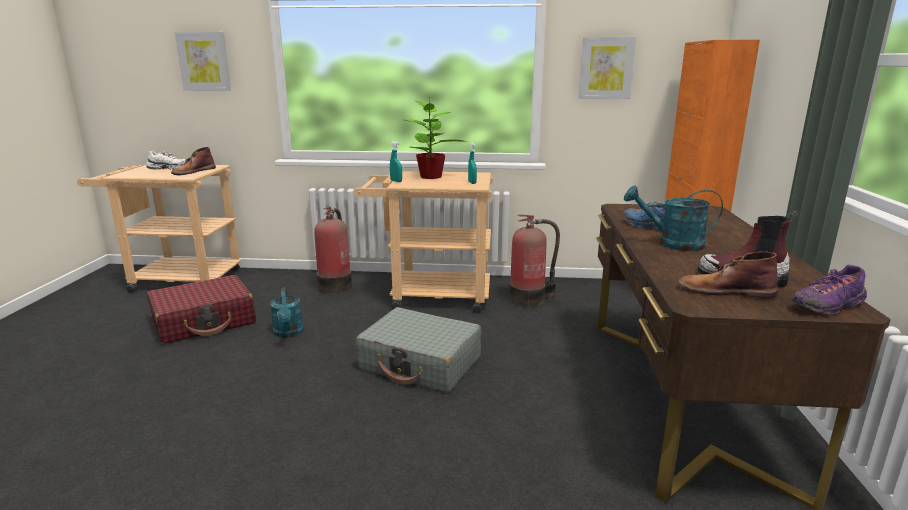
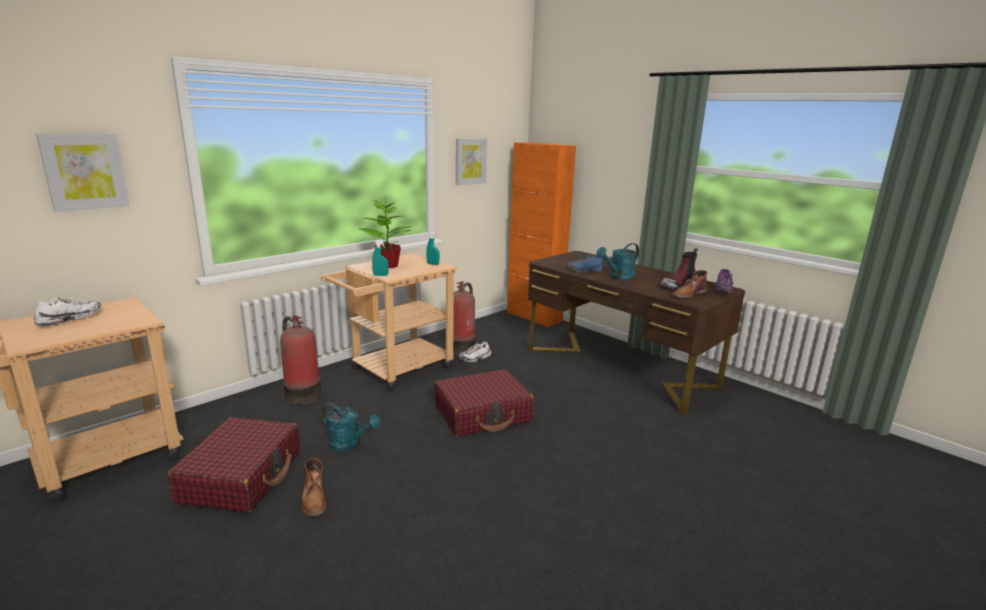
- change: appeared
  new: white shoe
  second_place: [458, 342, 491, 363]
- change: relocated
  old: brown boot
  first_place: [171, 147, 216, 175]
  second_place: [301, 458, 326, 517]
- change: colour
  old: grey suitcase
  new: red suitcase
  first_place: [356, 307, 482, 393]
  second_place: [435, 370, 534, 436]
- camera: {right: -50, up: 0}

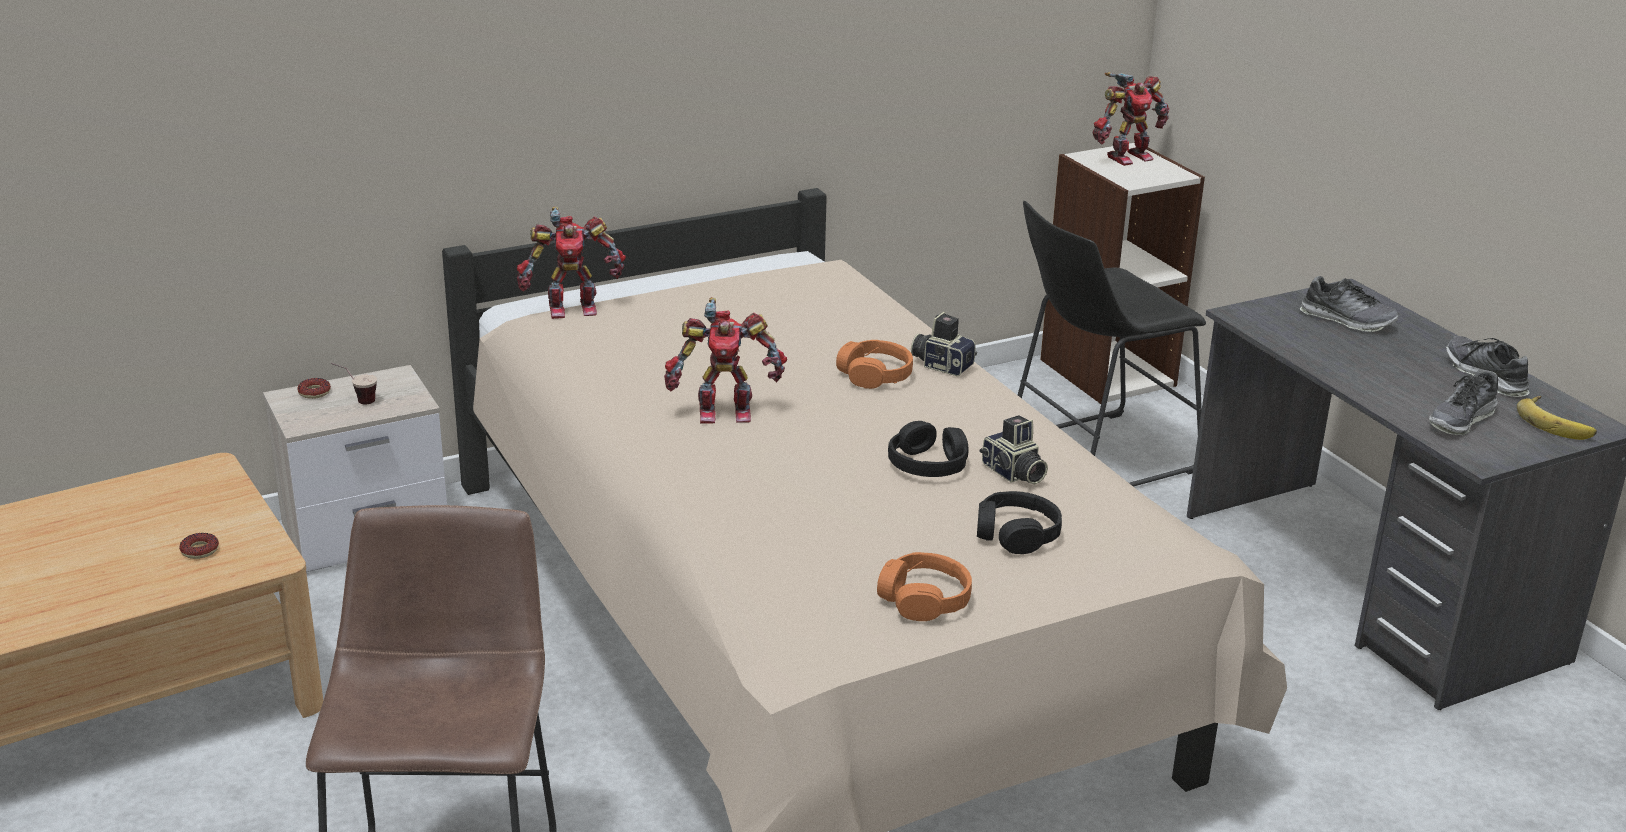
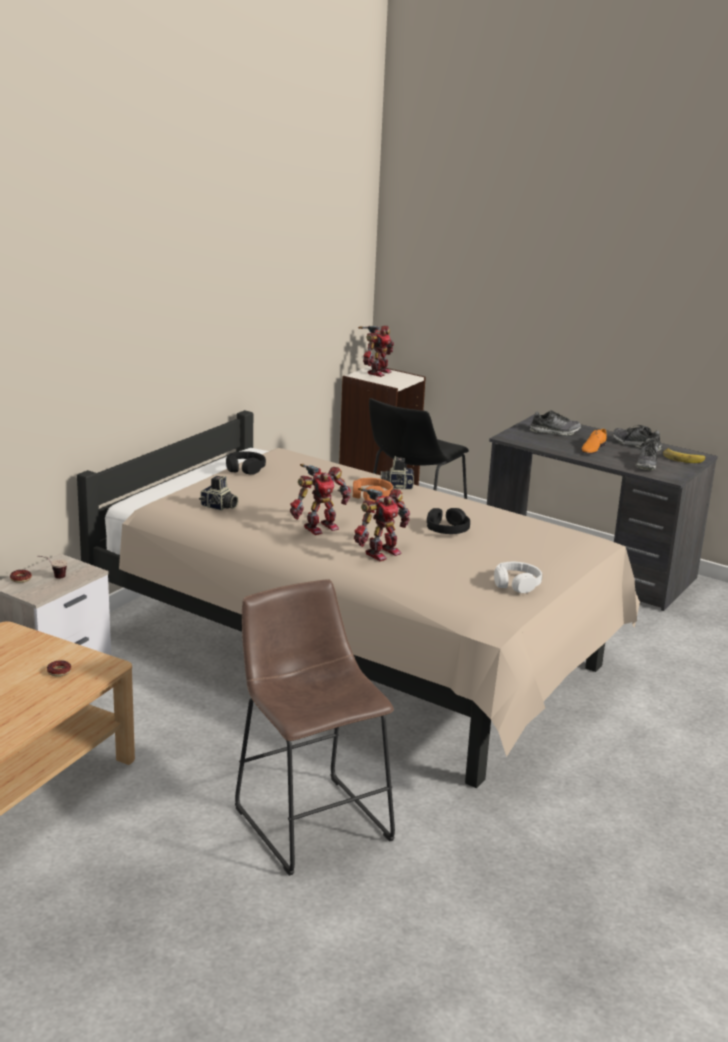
- change: appeared
  new: orange shoe
  second_place: [581, 429, 607, 454]
- change: relocated
  old: toy robot
  first_place: [517, 207, 626, 319]
  second_place: [354, 488, 410, 561]
- change: relocated
  old: black headphones
  first_place: [977, 491, 1062, 554]
  second_place: [226, 451, 266, 475]
- change: relocated
  old: photo camera
  first_place: [980, 415, 1048, 484]
  second_place: [199, 476, 238, 511]
- change: colour
  old: orange headphones
  new: white headphones
  first_place: [877, 552, 972, 621]
  second_place: [494, 562, 542, 593]
- camera: {right: -30, up: -5}

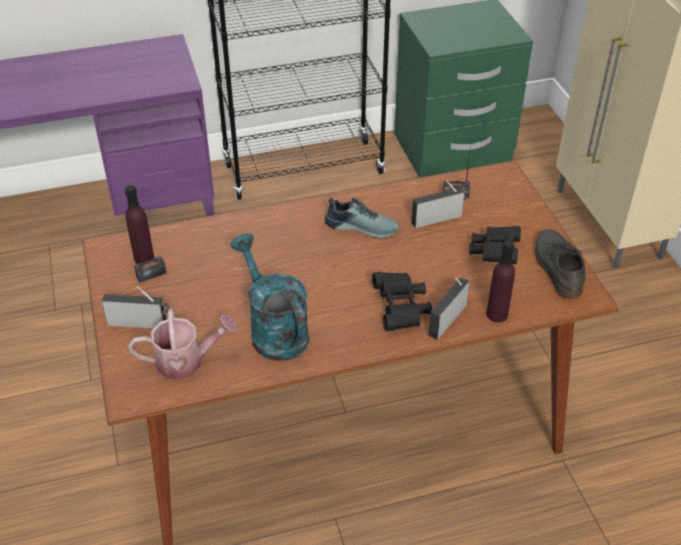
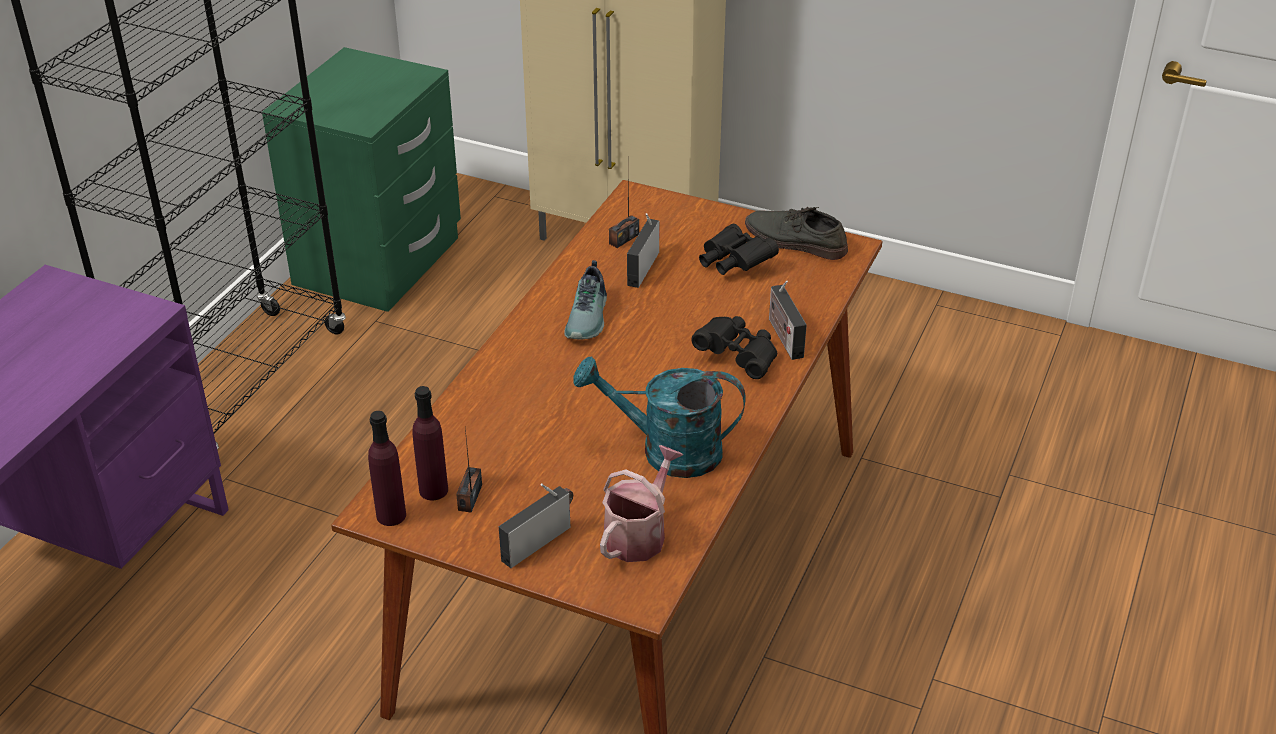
- change: relocated
  old: purple bottle
  first_place: [486, 240, 515, 323]
  second_place: [368, 411, 406, 526]
- change: spun
  old: shoe
  first_place: [325, 197, 399, 238]
  second_place: [564, 260, 607, 339]
  degrees: 135
- camera: {right: -50, up: -5}

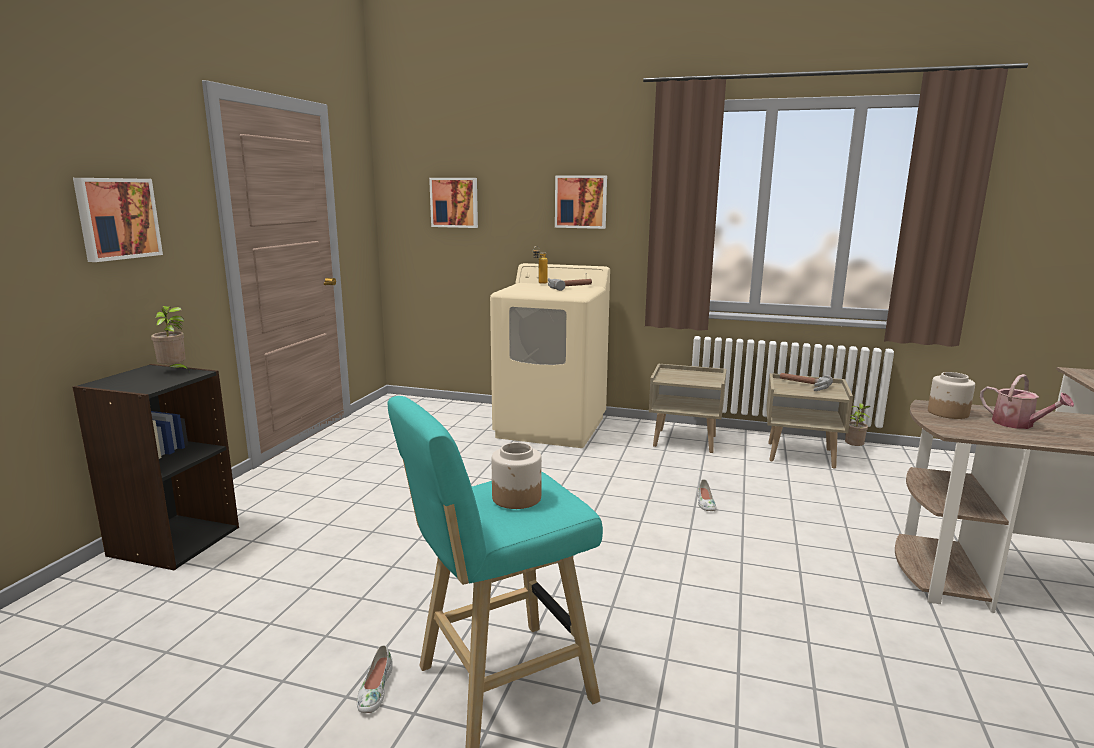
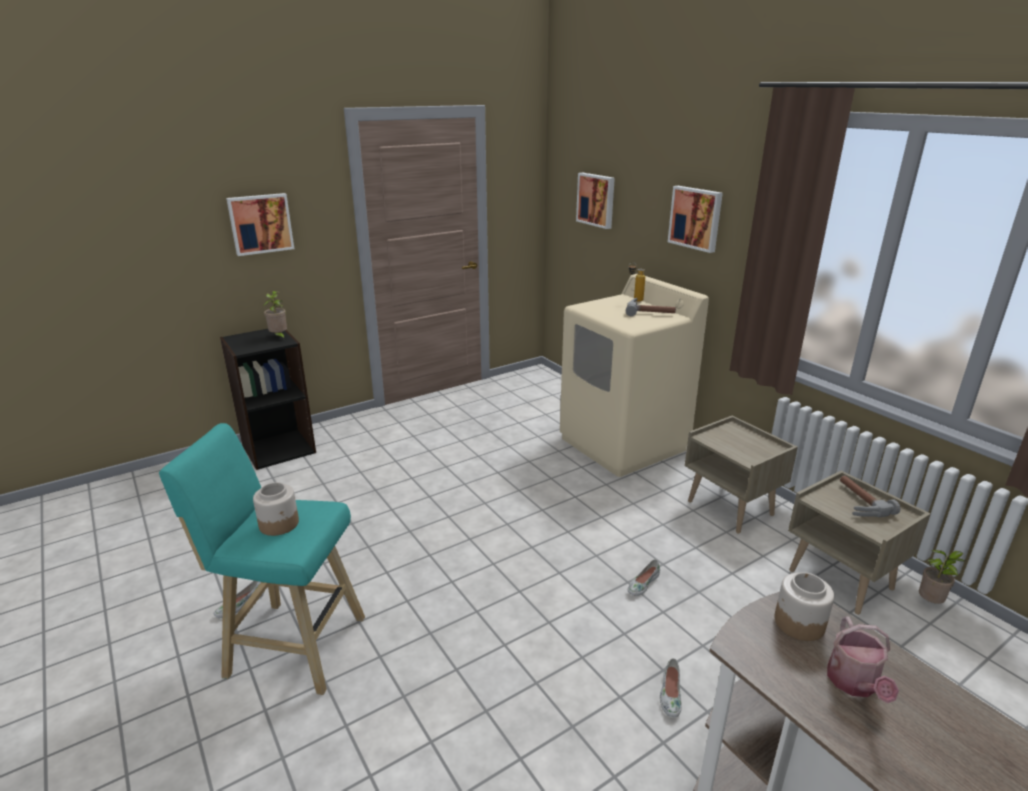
- change: appeared
  new: white shoe
  second_place: [660, 658, 682, 717]
- camera: {right: 40, up: 10}

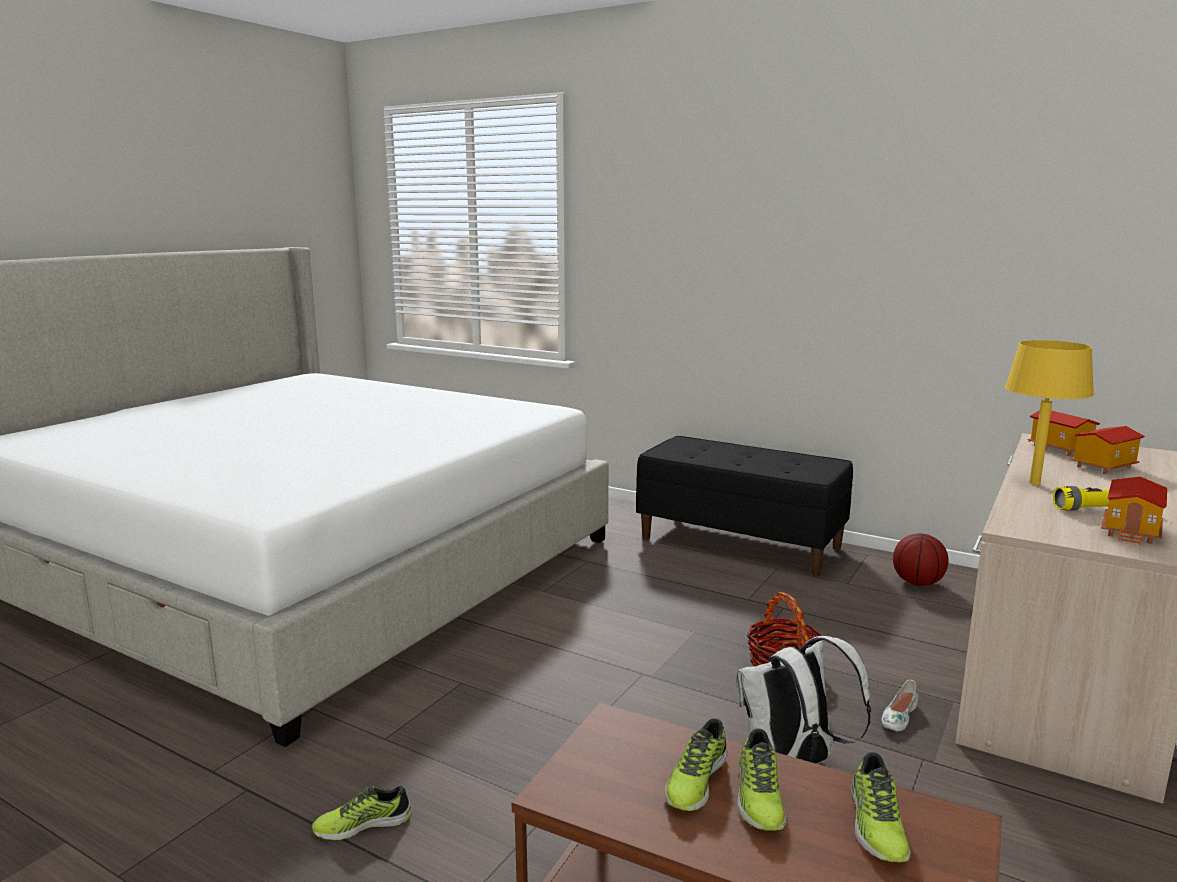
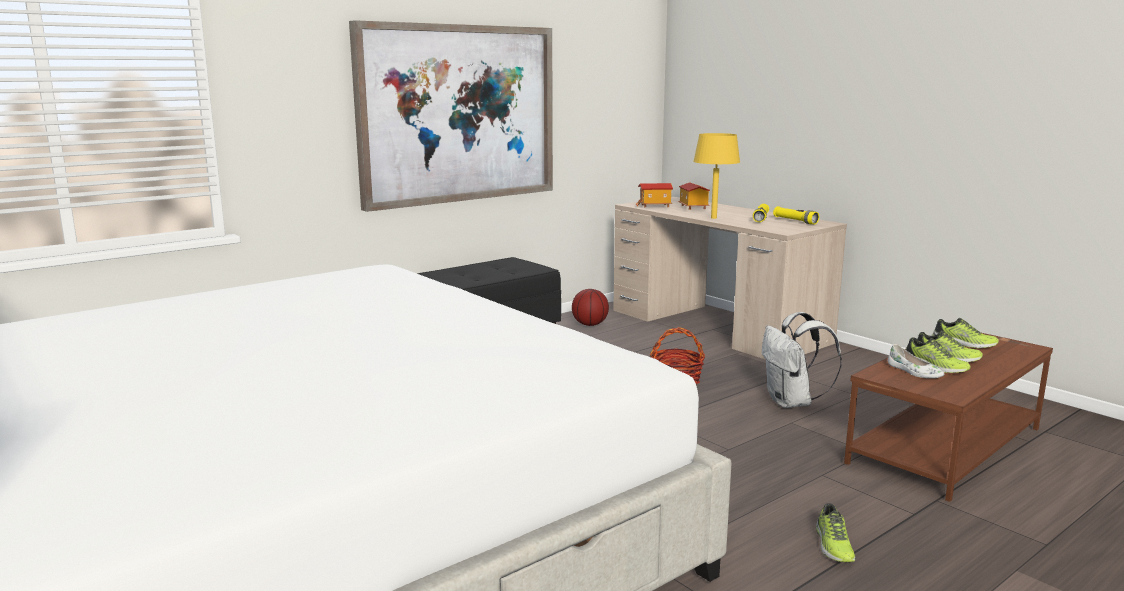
- change: appeared
  new: picture
  second_place: [349, 20, 553, 212]
- change: relocated
  old: white shoe
  first_place: [882, 680, 918, 731]
  second_place: [888, 344, 944, 378]
- change: exchanged
  old: toy house
  new: yellow flashlight
  first_place: [1101, 476, 1167, 545]
  second_place: [773, 206, 819, 224]
- camera: {right: -70, up: 0}

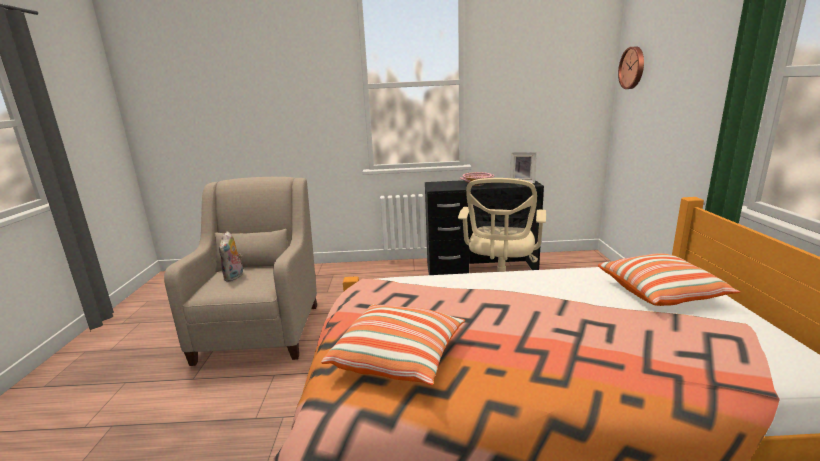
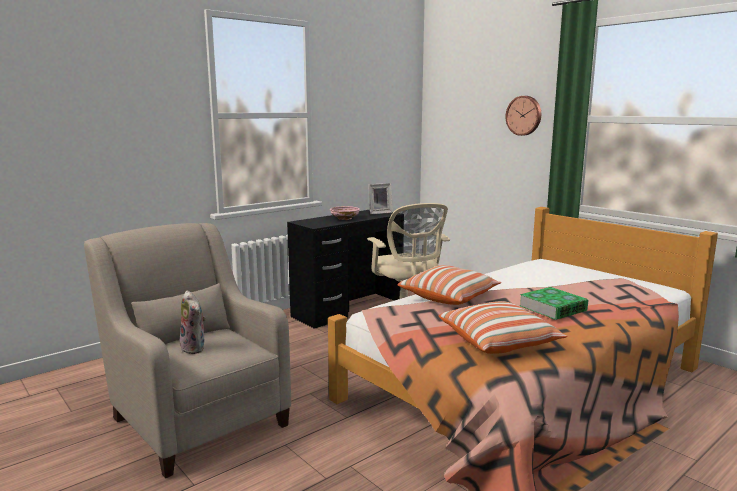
- change: appeared
  new: book
  second_place: [519, 287, 588, 320]
- change: relocated
  old: pillow
  first_place: [598, 253, 740, 306]
  second_place: [397, 265, 501, 305]
- change: relocated
  old: wall clock
  first_place: [618, 47, 644, 89]
  second_place: [505, 96, 541, 136]
- camera: {right: -40, up: -5}

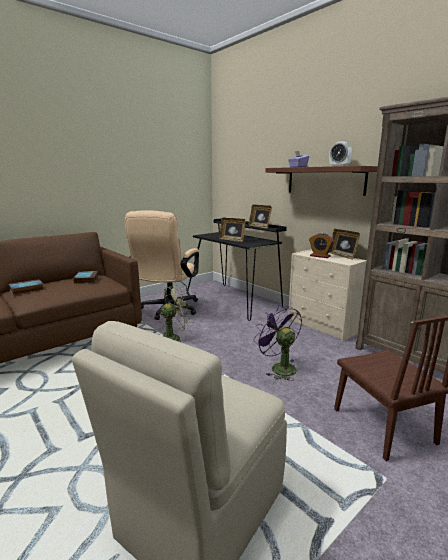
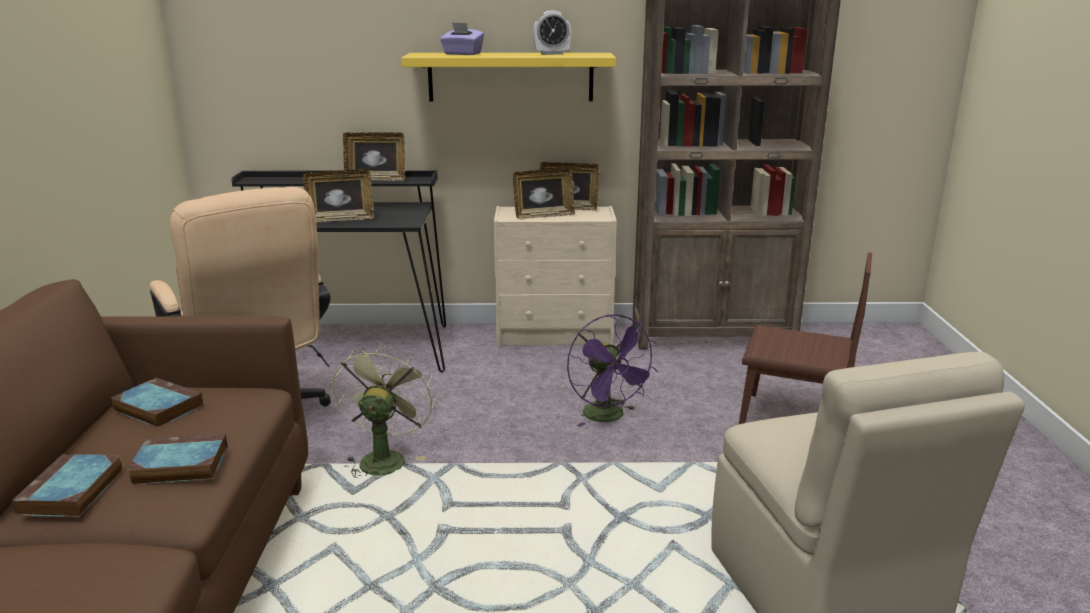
- change: appeared
  new: book
  second_place: [127, 434, 228, 485]
- change: exchanged
  old: alarm clock
  new: picture frame
  first_place: [309, 233, 334, 258]
  second_place: [513, 168, 575, 219]
- change: colour
  old: brown shelf
  new: yellow shelf
  first_place: [265, 166, 378, 196]
  second_place: [401, 53, 616, 101]
- change: spun
  old: purple fan
  first_place: [253, 305, 302, 381]
  second_place: [567, 314, 658, 427]
  degrees: -120
- camera: {right: -50, up: 5}

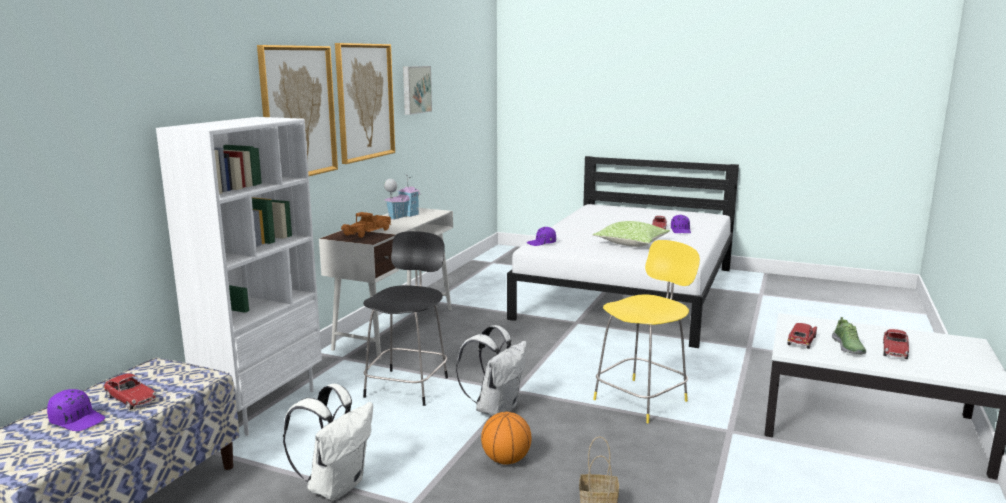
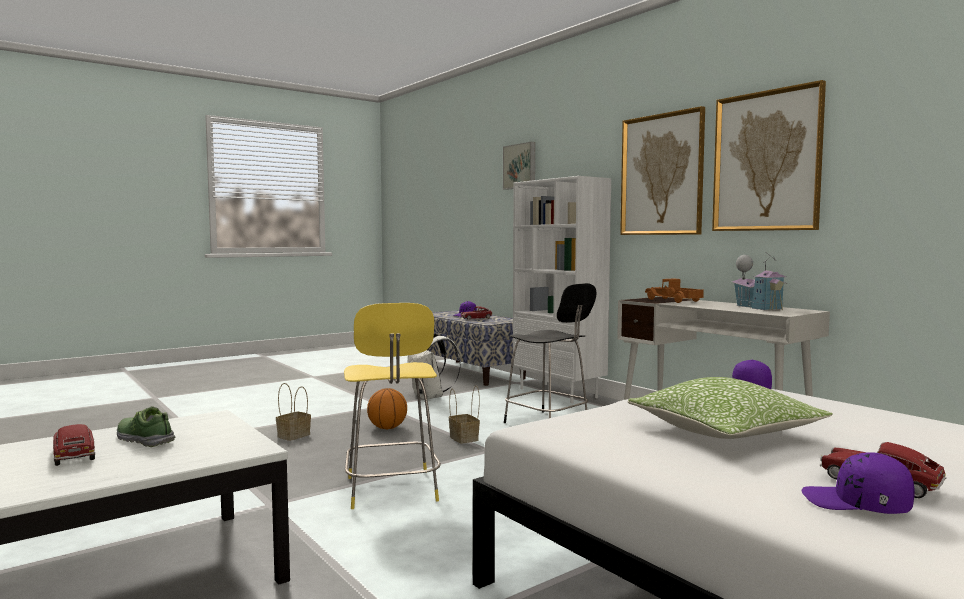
- change: missing
  old: toy car
  first_place: [787, 323, 817, 349]
- change: relocated
  old: picture
  first_place: [403, 66, 432, 115]
  second_place: [503, 142, 535, 190]
- change: exchanged
  old: white backpack
  new: basket
  first_place: [456, 325, 527, 416]
  second_place: [449, 386, 480, 444]
- camera: {right: 120, up: -10}

